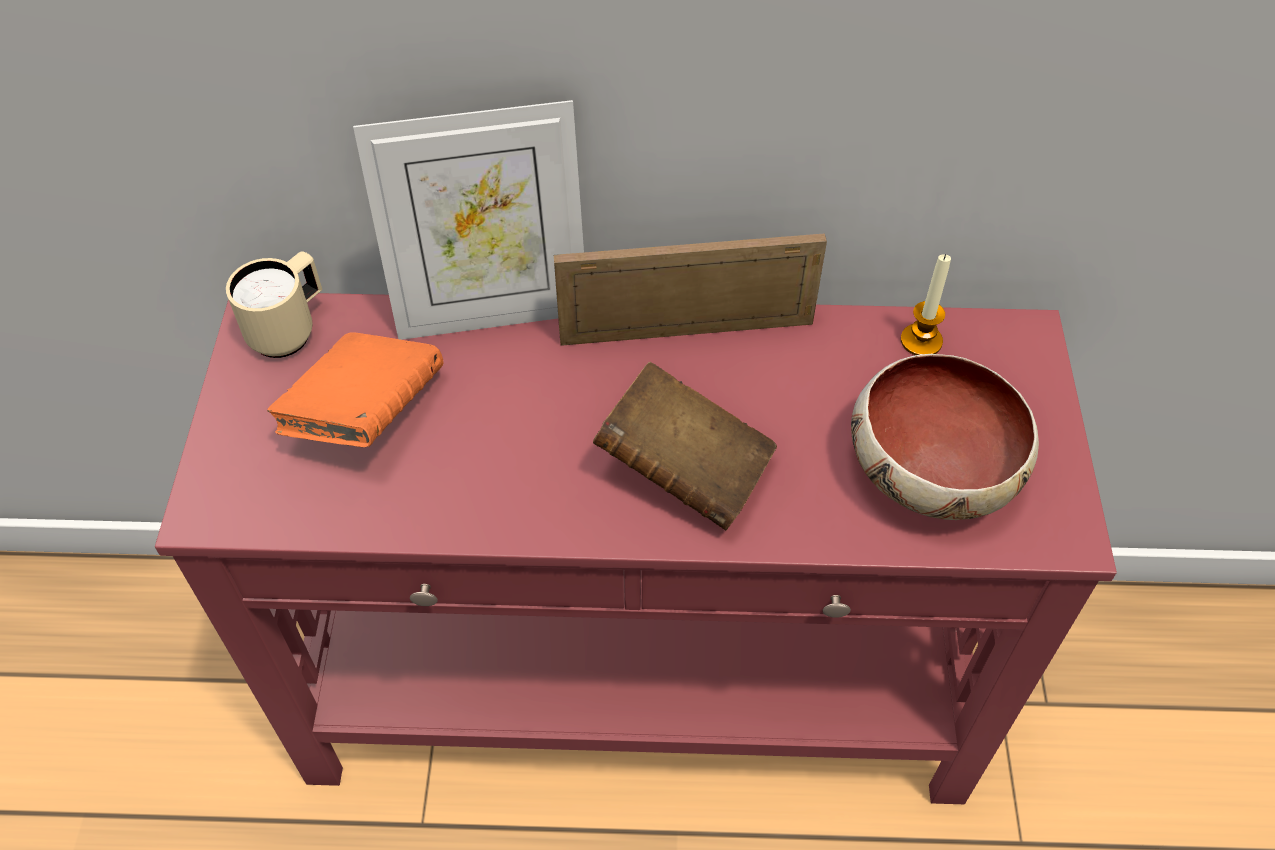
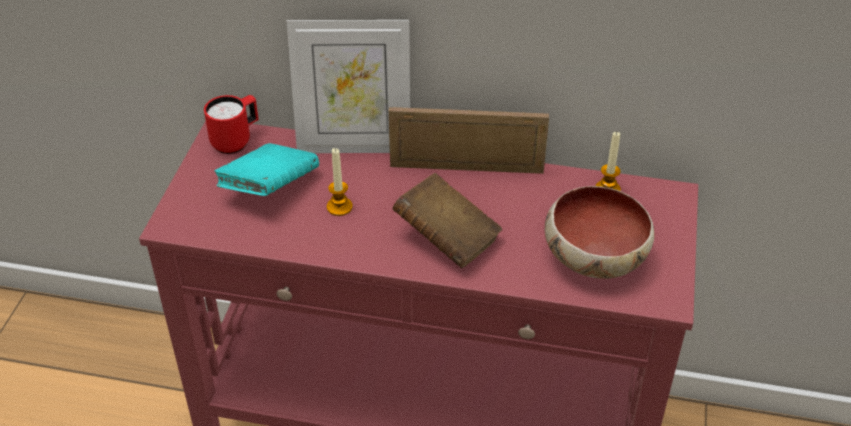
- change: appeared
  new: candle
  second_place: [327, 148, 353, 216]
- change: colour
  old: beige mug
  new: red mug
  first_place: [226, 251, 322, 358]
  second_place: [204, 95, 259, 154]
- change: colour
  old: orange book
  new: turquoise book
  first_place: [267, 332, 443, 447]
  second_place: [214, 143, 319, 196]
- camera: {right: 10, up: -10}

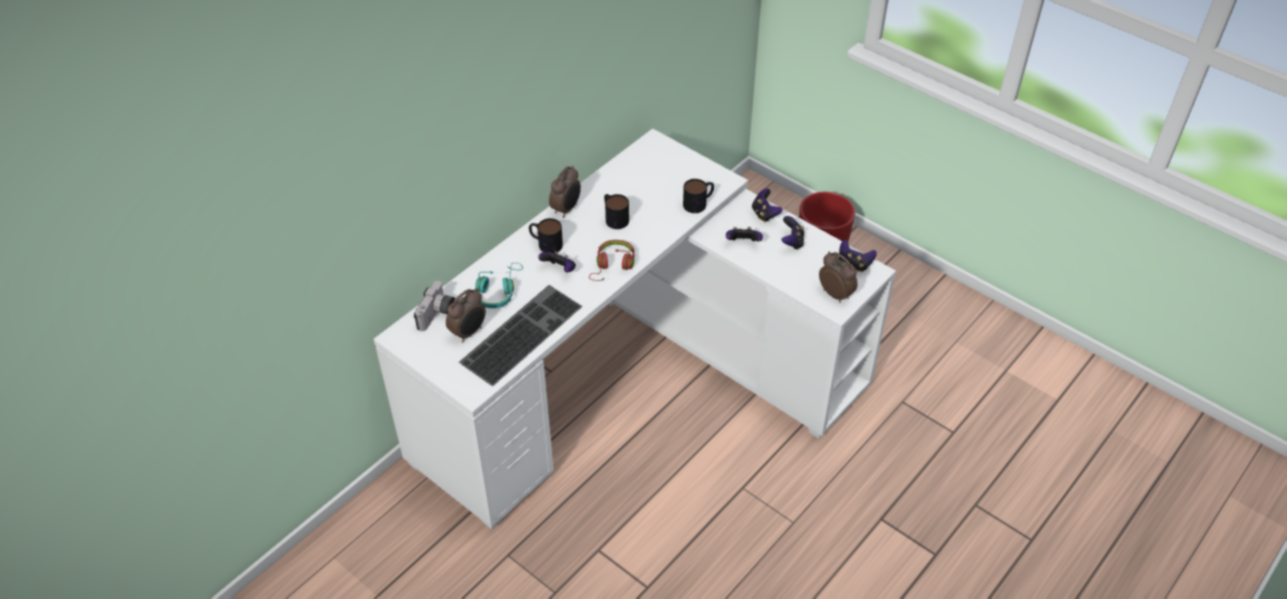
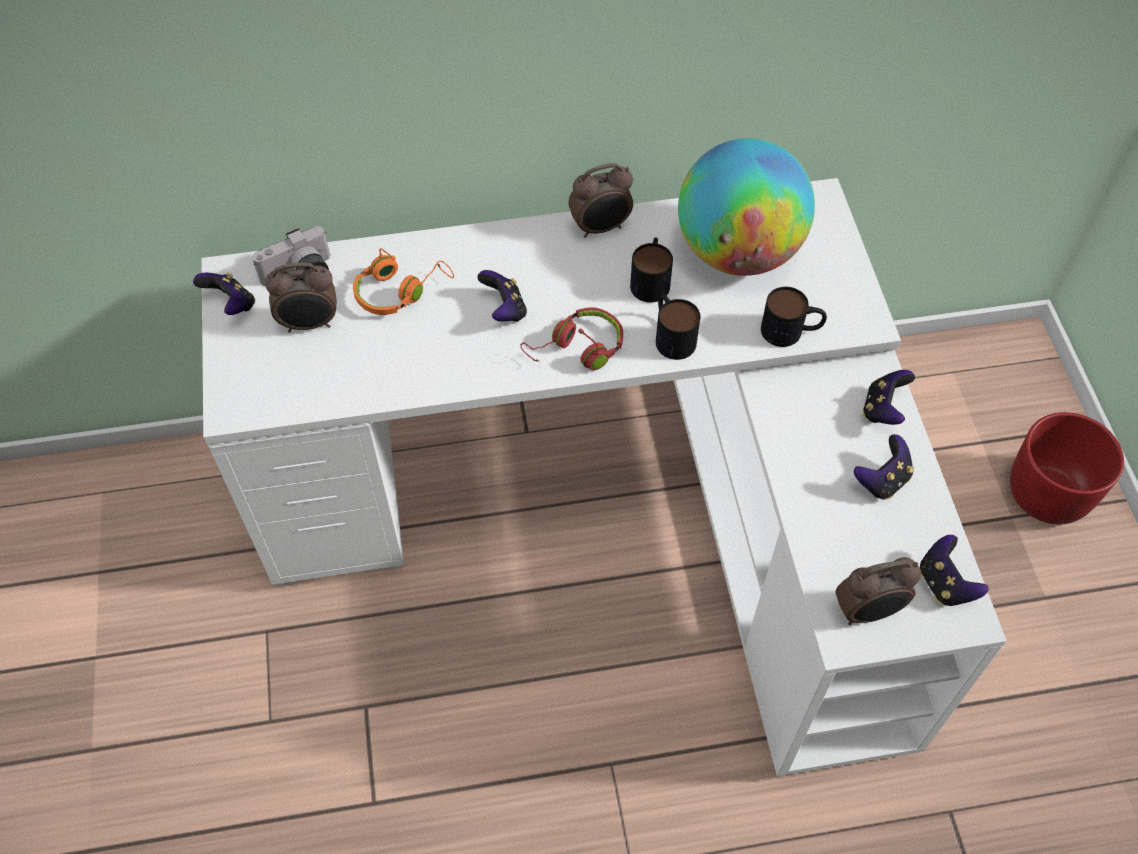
- change: missing
  old: keyboard
  first_place: [459, 285, 582, 386]
- change: appeared
  new: globe
  second_place: [678, 138, 815, 276]
- change: relocated
  old: mug
  first_place: [529, 218, 563, 253]
  second_place: [656, 294, 701, 360]
- change: relocated
  old: game controller
  first_place: [726, 227, 763, 241]
  second_place: [193, 273, 255, 315]
- change: colour
  old: turquoise headphones
  new: orange headphones
  first_place: [475, 263, 523, 308]
  second_place: [353, 248, 454, 315]
- change: spun
  old: alarm clock
  first_place: [819, 252, 858, 303]
  second_place: [836, 557, 921, 625]
  degrees: 75
- camera: {right: 40, up: 10}

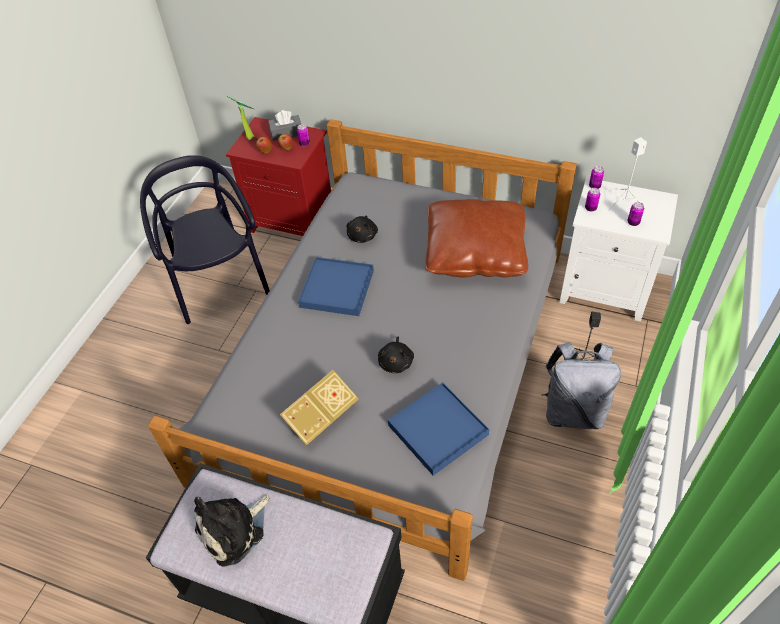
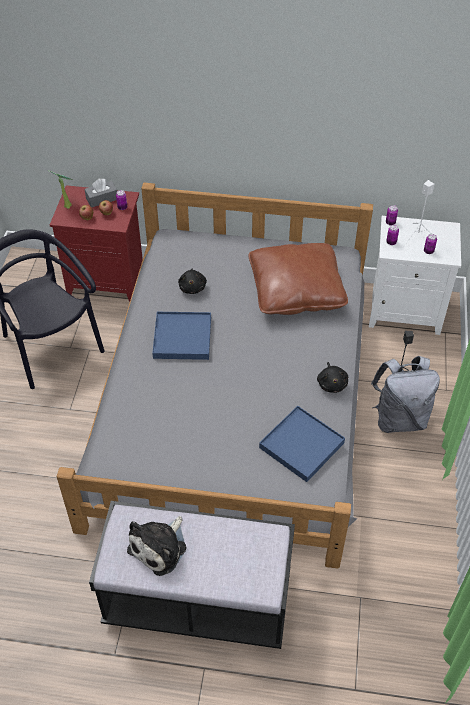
- change: missing
  old: book
  first_place: [280, 370, 359, 445]
- change: relocated
  old: black plush toy
  first_place: [378, 337, 414, 373]
  second_place: [317, 362, 348, 393]
- camera: {right: -15, up: 0}

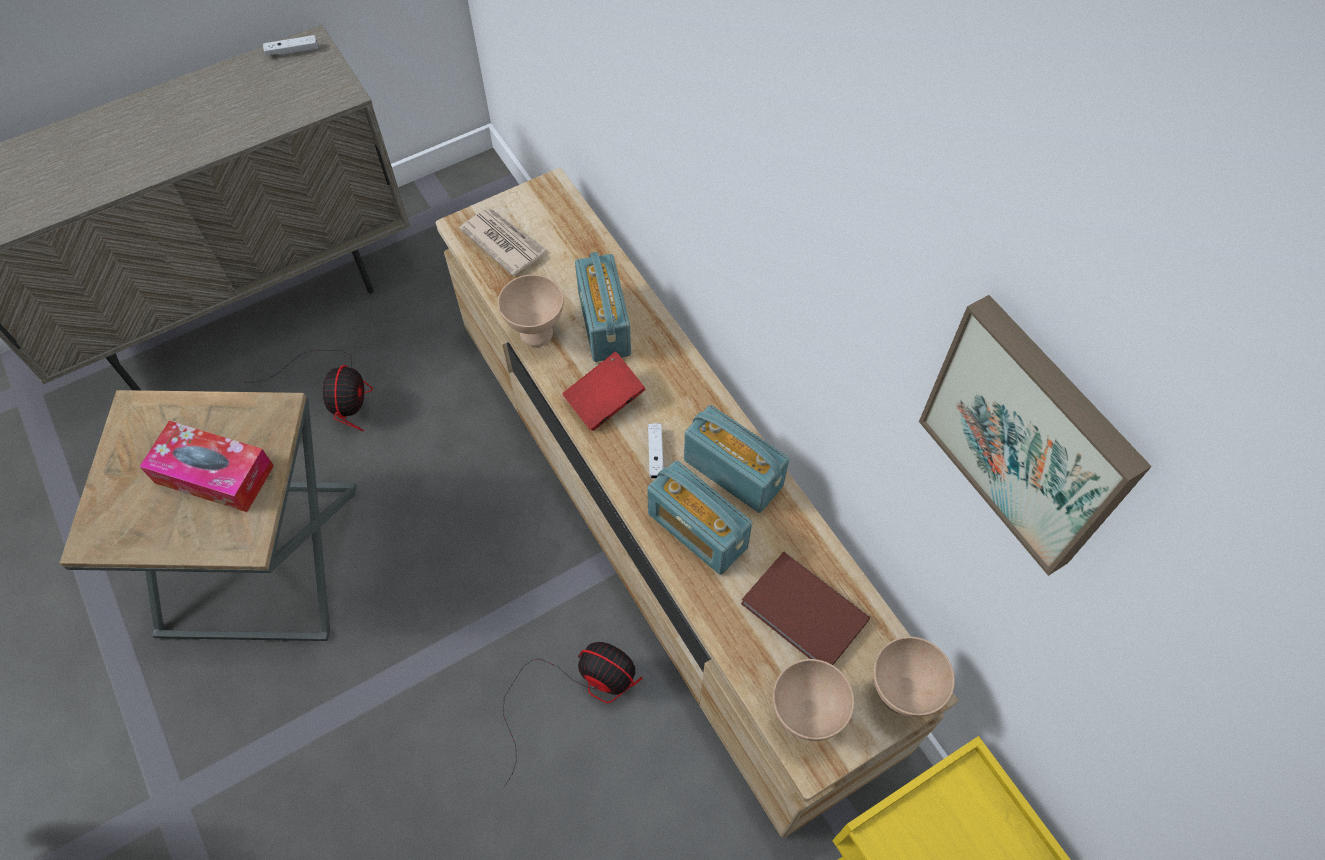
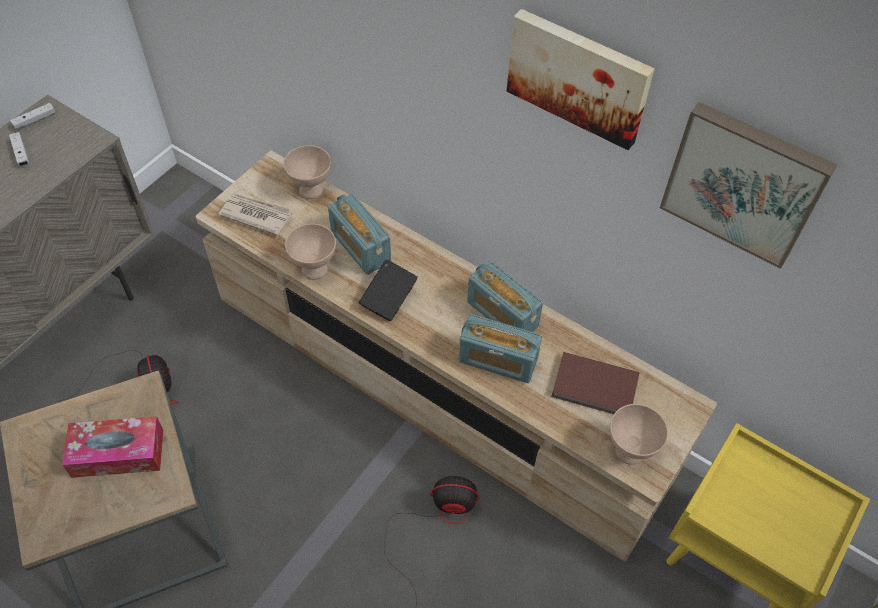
- change: appeared
  new: picture
  second_place: [507, 9, 655, 150]
- change: relocated
  old: white game controller
  first_place: [648, 423, 664, 479]
  second_place: [9, 132, 29, 166]
- change: relocated
  old: beige bowl
  first_place: [873, 637, 955, 717]
  second_place: [283, 145, 331, 199]
- change: colour
  old: red book
  new: black book
  first_place: [562, 352, 645, 431]
  second_place: [359, 259, 418, 321]
- change: spun
  old: radio
  first_place: [684, 405, 789, 513]
  second_place: [467, 261, 543, 332]
  degrees: -150
- camera: {right: -25, up: -5}

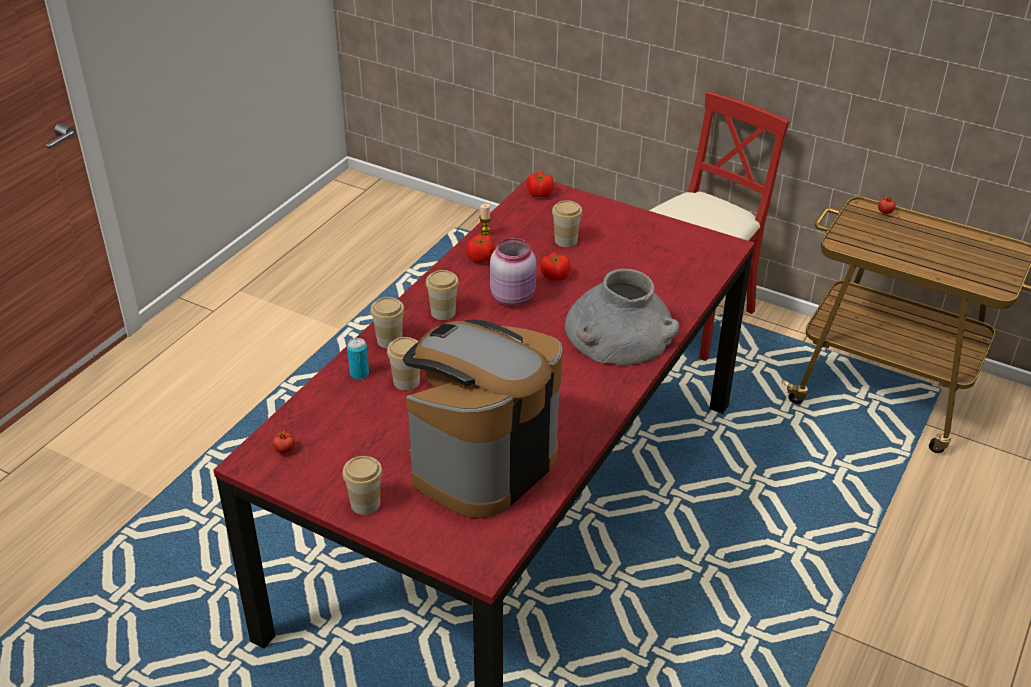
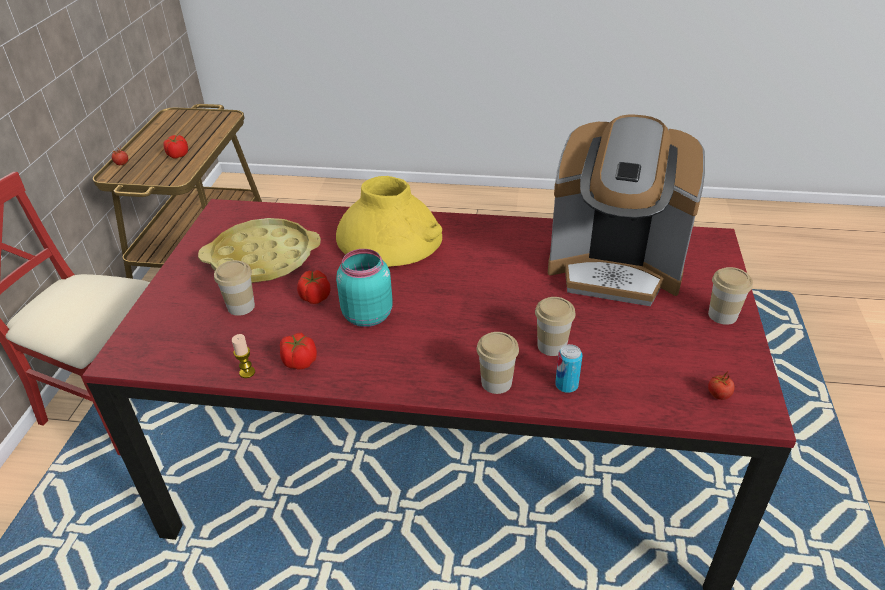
- change: missing
  old: cup
  first_place: [426, 270, 459, 320]
- change: appeared
  new: yellow tray
  second_place: [198, 218, 321, 283]
- change: relocated
  old: tomato
  first_place: [527, 172, 554, 197]
  second_place: [163, 135, 188, 159]
- change: colour
  old: pink jar
  new: turquoise jar
  first_place: [490, 238, 536, 306]
  second_place: [336, 249, 393, 327]
- change: colour
  old: grey vase
  new: yellow vase
  first_place: [565, 269, 679, 365]
  second_place: [336, 176, 442, 267]
- camera: {right: -110, up: 0}

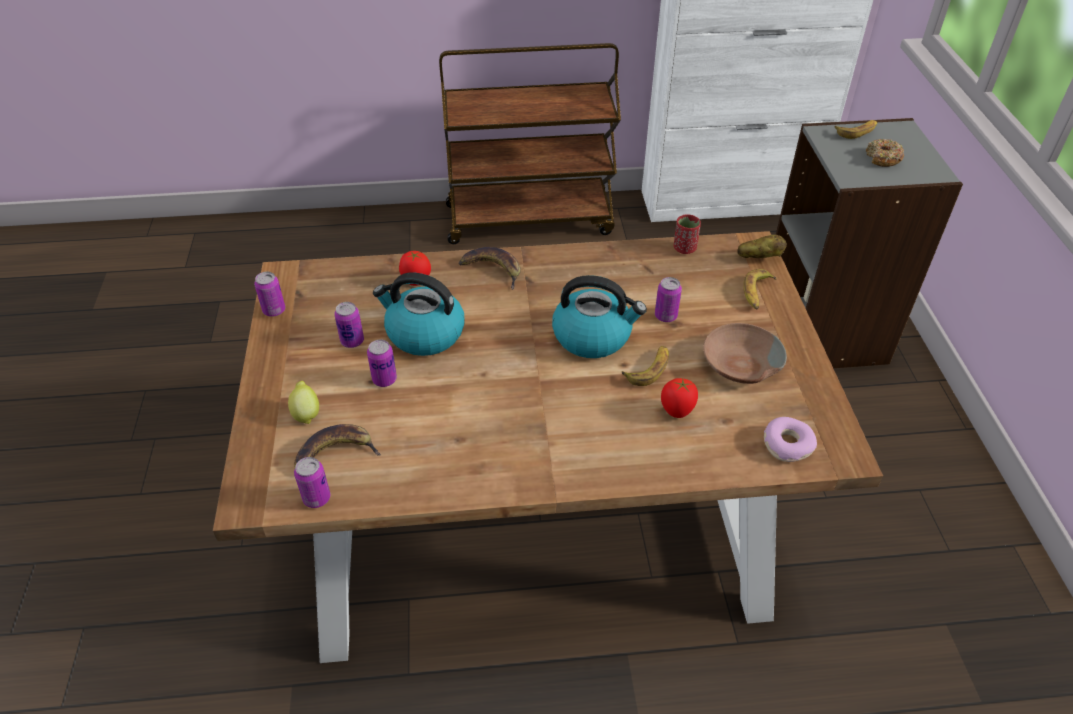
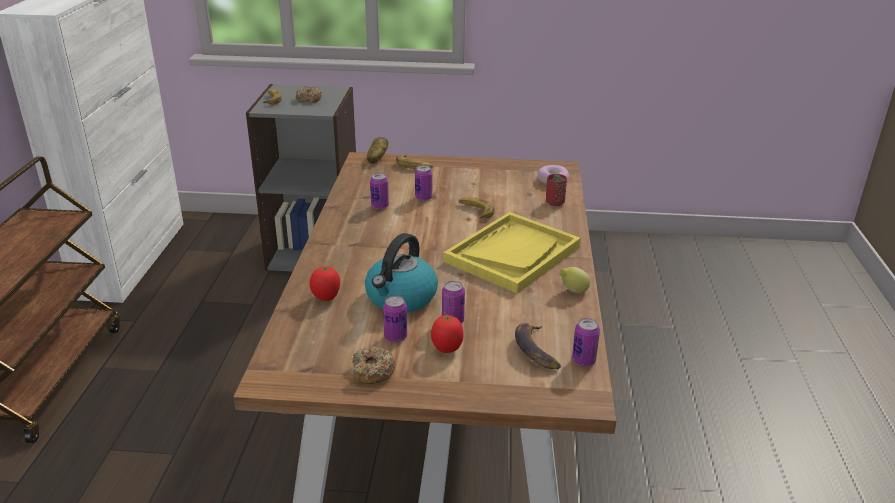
- change: missing
  old: banana
  first_place: [458, 247, 521, 290]
- change: missing
  old: kettle
  first_place: [552, 275, 647, 358]
- change: missing
  old: brown bowl
  first_place: [703, 323, 787, 384]
- change: appeared
  new: donut
  second_place: [352, 347, 396, 384]
- change: appeared
  new: yellow tray
  second_place: [444, 212, 581, 294]
- change: relocated
  old: can
  first_place: [254, 272, 285, 317]
  second_place: [370, 173, 389, 209]
- change: relocated
  old: lemon
  first_place: [288, 381, 319, 424]
  second_place: [559, 267, 590, 293]
- change: relocated
  old: tomato
  first_place: [661, 378, 698, 418]
  second_place: [431, 314, 464, 353]
- change: relocated
  old: red cup
  first_place: [674, 214, 701, 254]
  second_place: [546, 174, 567, 206]
- camera: {right: -80, up: -15}

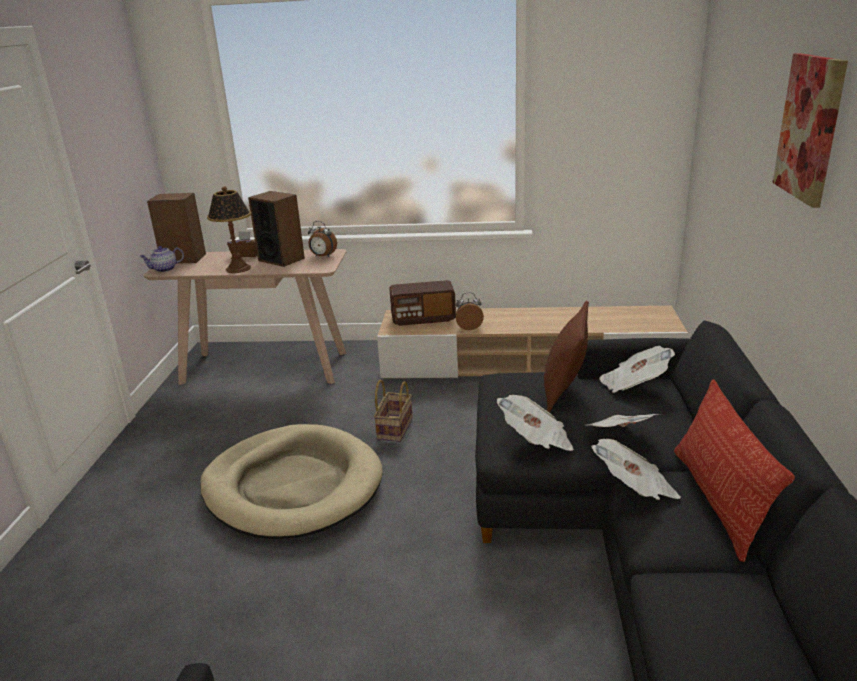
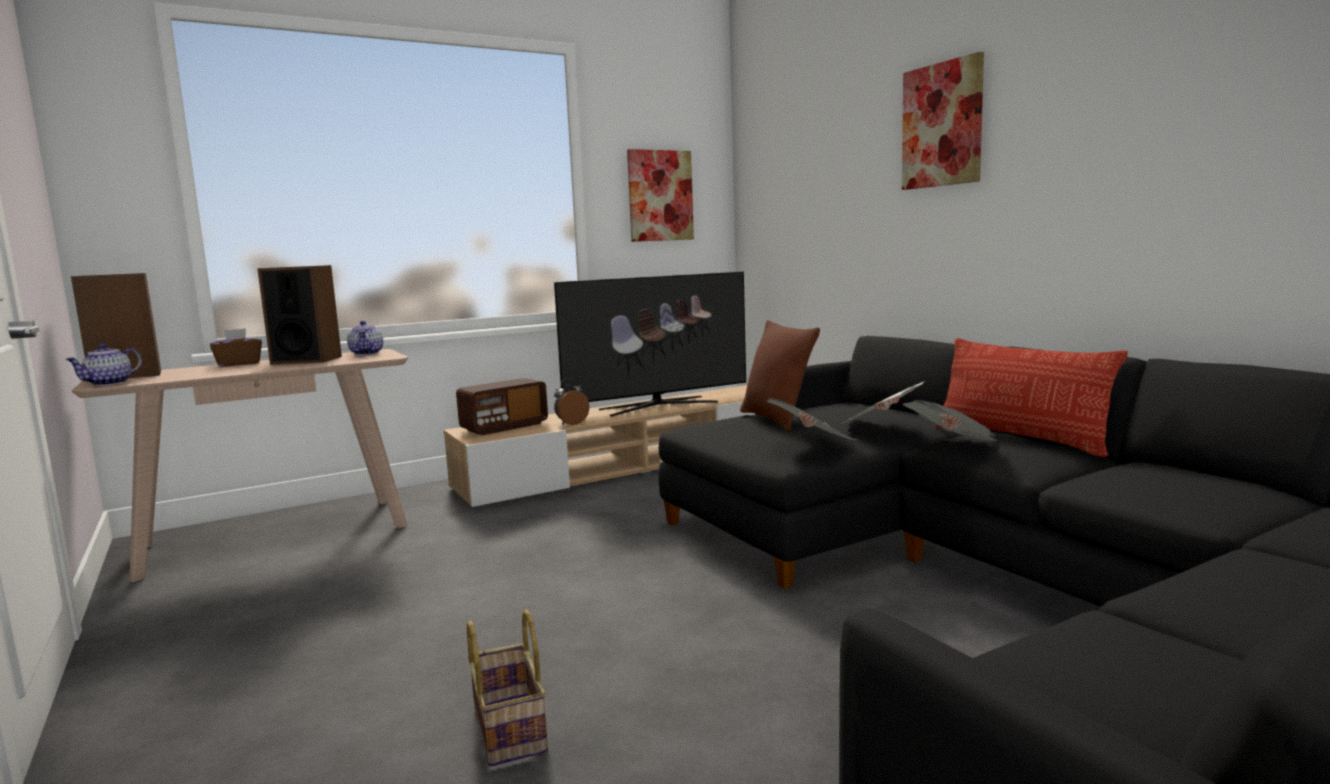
- change: missing
  old: beige dog bed
  first_place: [200, 424, 383, 539]
- change: missing
  old: table lamp
  first_place: [207, 186, 251, 273]
- change: missing
  old: newspaper
  first_place: [599, 346, 675, 393]
- change: appeared
  new: television
  second_place: [554, 272, 746, 416]
- change: appeared
  new: picture
  second_place: [627, 149, 694, 242]
- change: relocated
  old: basket
  first_place: [374, 380, 413, 442]
  second_place: [467, 610, 548, 767]
- change: exchanged
  old: alarm clock
  new: teapot
  first_place: [308, 221, 337, 257]
  second_place: [347, 321, 383, 355]
- camera: {right: -35, up: -15}

